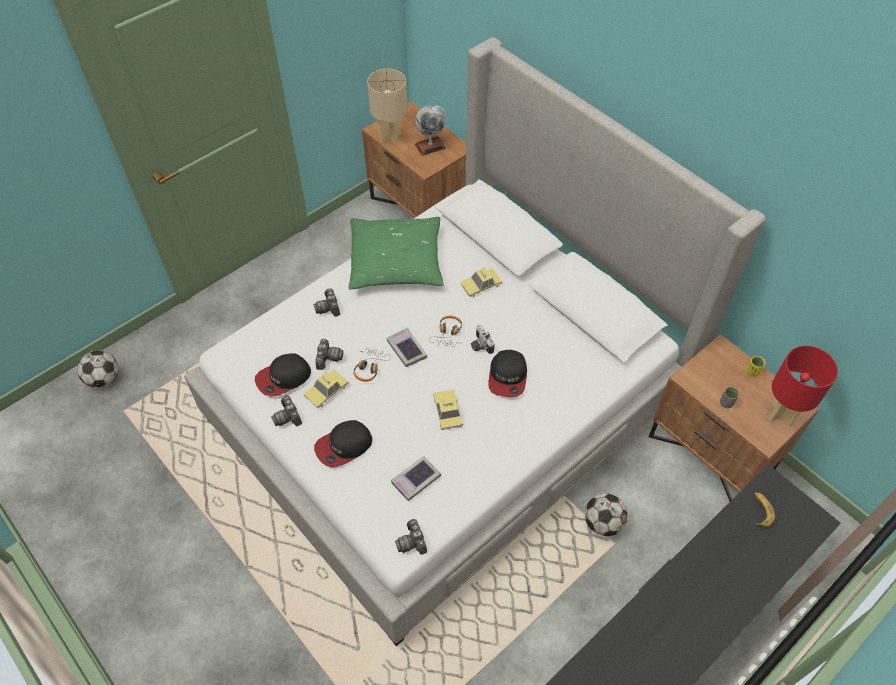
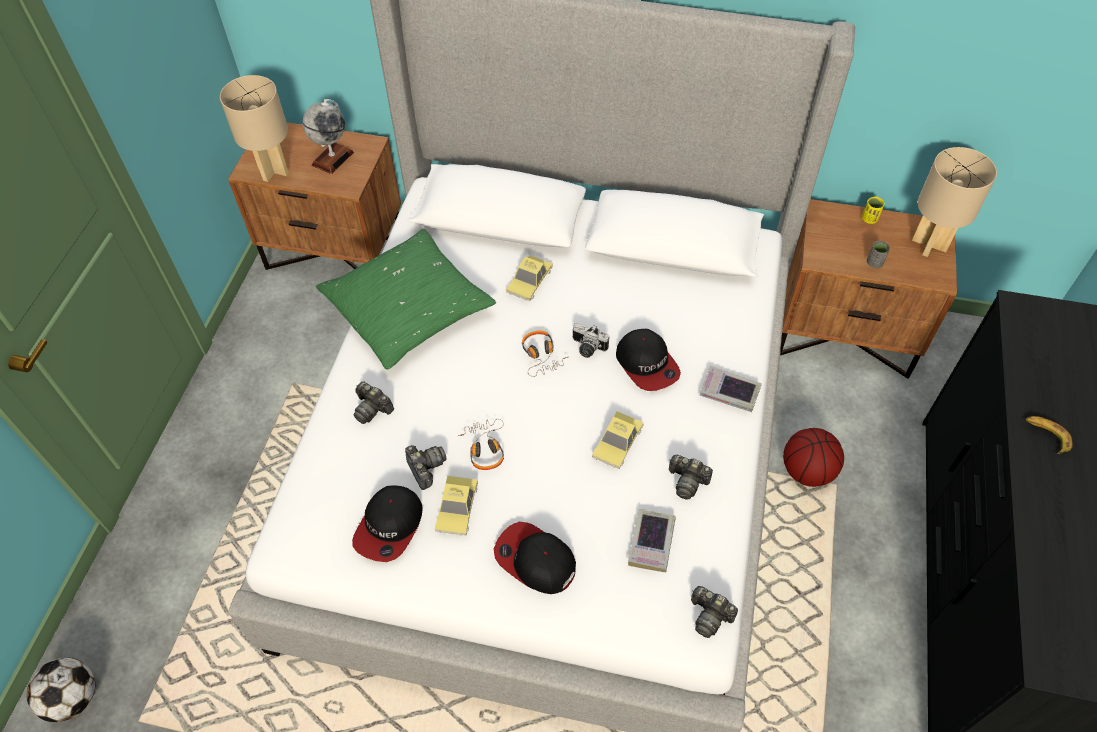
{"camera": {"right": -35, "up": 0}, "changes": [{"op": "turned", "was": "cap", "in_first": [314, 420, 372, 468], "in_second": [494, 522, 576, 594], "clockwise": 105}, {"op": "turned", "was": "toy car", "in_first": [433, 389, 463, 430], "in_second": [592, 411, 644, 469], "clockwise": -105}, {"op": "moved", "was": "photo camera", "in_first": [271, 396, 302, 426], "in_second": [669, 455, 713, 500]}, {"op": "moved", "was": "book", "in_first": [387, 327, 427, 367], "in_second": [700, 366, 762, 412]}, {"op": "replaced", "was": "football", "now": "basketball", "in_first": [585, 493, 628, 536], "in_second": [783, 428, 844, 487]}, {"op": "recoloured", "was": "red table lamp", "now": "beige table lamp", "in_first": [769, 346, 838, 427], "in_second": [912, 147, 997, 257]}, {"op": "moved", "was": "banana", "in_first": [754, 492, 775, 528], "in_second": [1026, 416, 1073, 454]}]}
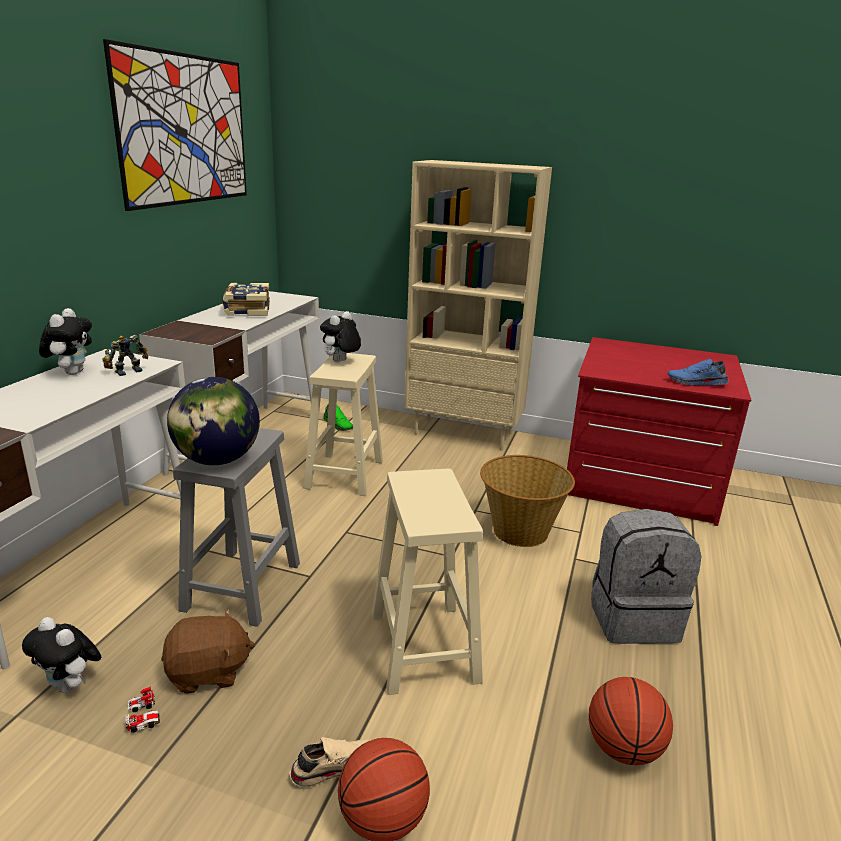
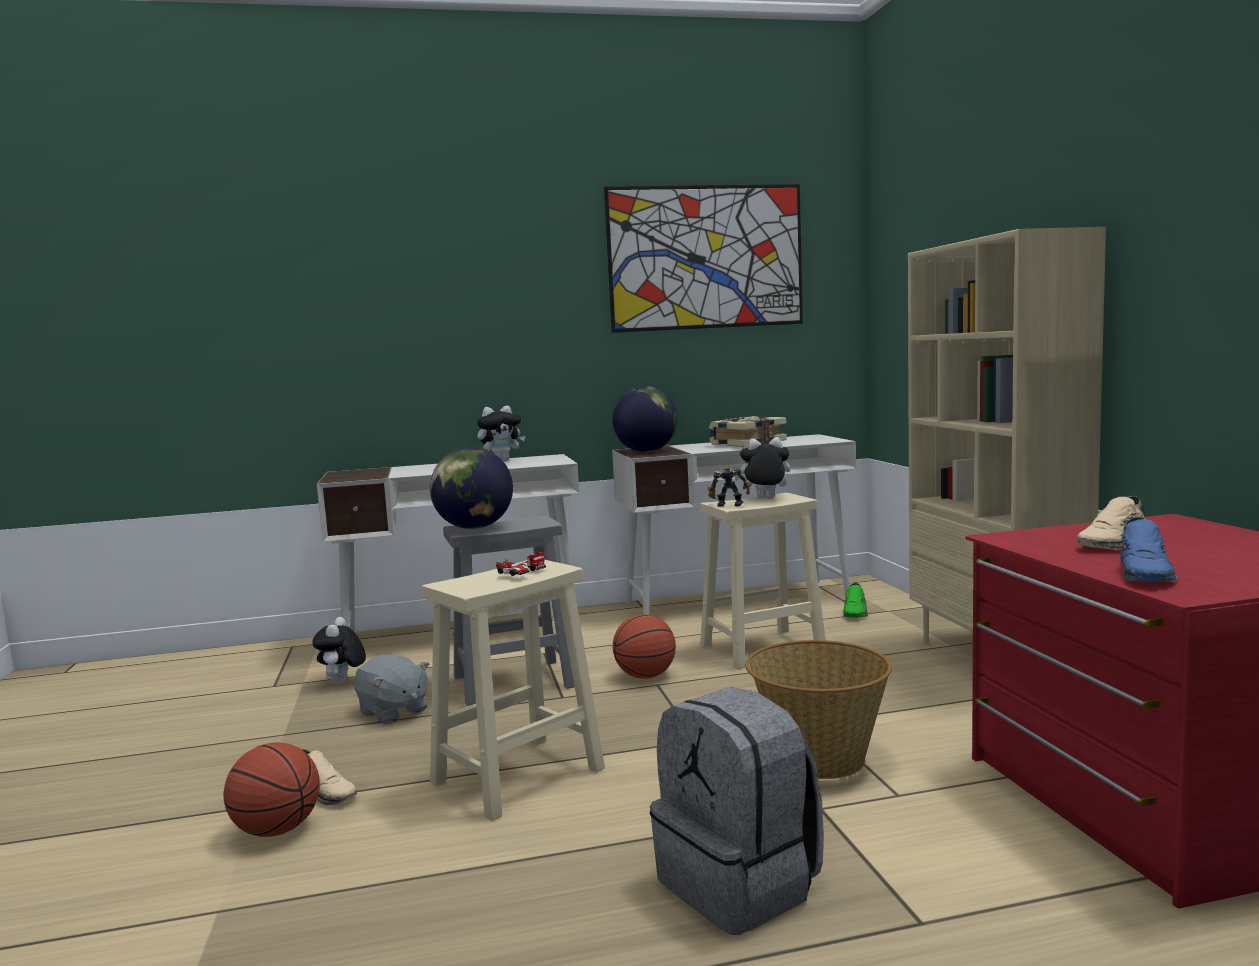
{"camera": {"right": 60, "up": -15}, "changes": [{"op": "recoloured", "was": "brown plush toy", "now": "grey plush toy", "in_first": [161, 608, 255, 694], "in_second": [354, 655, 429, 724]}, {"op": "moved", "was": "toy car", "in_first": [126, 686, 160, 733], "in_second": [496, 552, 546, 576]}, {"op": "added", "now": "globe", "in_second": [612, 386, 678, 452]}, {"op": "moved", "was": "basketball", "in_first": [589, 677, 673, 765], "in_second": [613, 614, 676, 679]}, {"op": "moved", "was": "toy robot", "in_first": [102, 335, 148, 376], "in_second": [707, 467, 750, 507]}, {"op": "added", "now": "beige shoe", "in_second": [1077, 496, 1146, 550]}, {"op": "turned", "was": "blue shoe", "in_first": [668, 359, 729, 386], "in_second": [1120, 517, 1178, 582], "clockwise": -135}]}
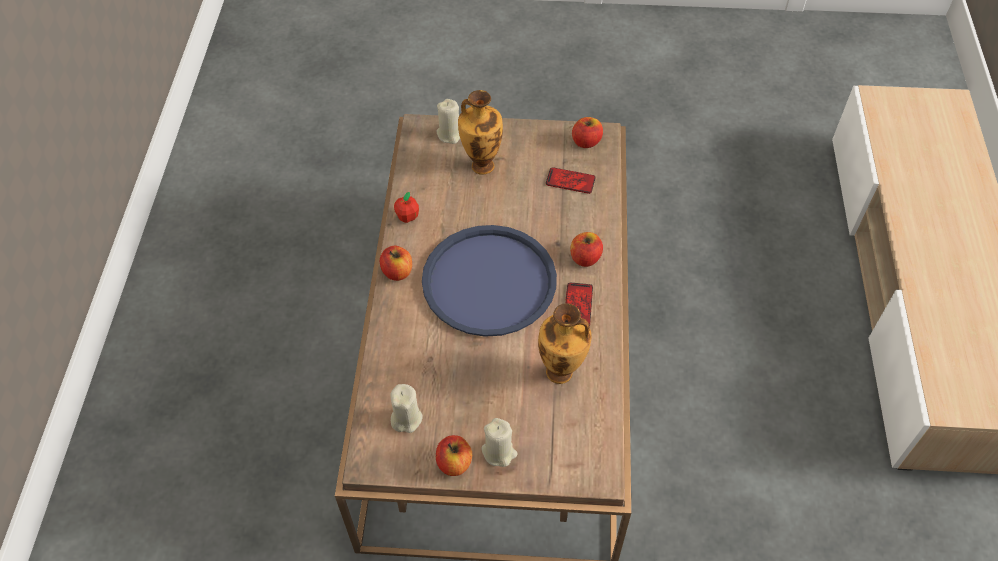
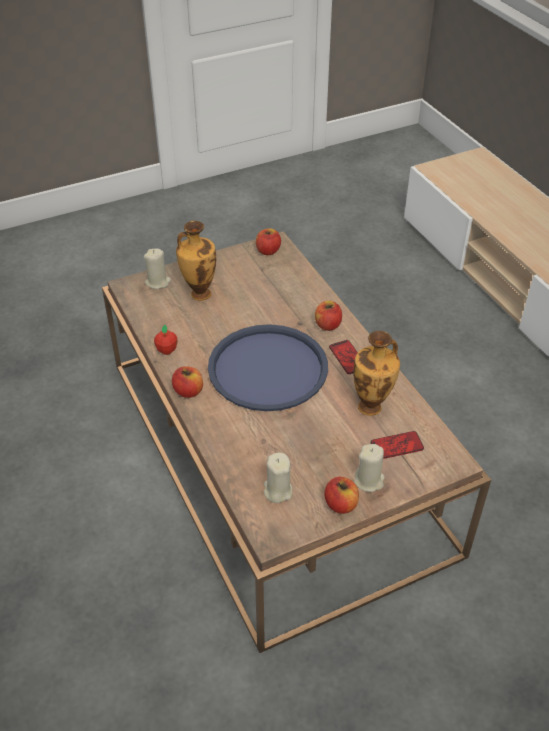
{"camera": {"right": -30, "up": -10}, "changes": [{"op": "moved", "was": "phone", "in_first": [546, 167, 596, 194], "in_second": [371, 431, 424, 459]}]}
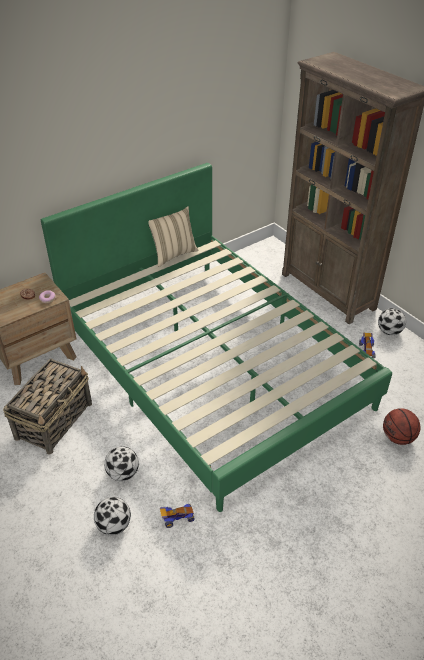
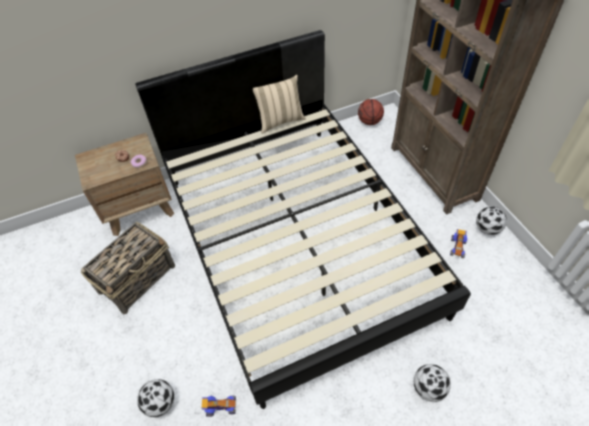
{"camera": {"right": 15, "up": 10}, "changes": [{"op": "recoloured", "was": "green bed", "now": "black bed", "in_first": [41, 163, 392, 512], "in_second": [135, 30, 471, 409]}, {"op": "moved", "was": "basketball", "in_first": [383, 408, 421, 445], "in_second": [358, 99, 384, 125]}, {"op": "moved", "was": "football", "in_first": [104, 446, 139, 481], "in_second": [414, 364, 451, 402]}]}
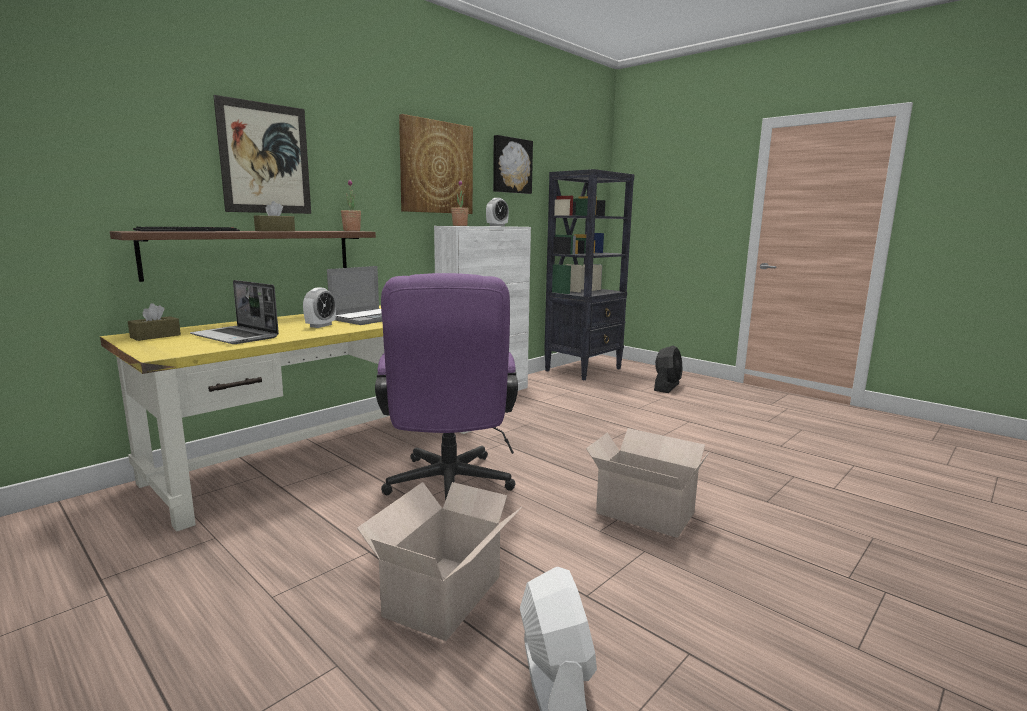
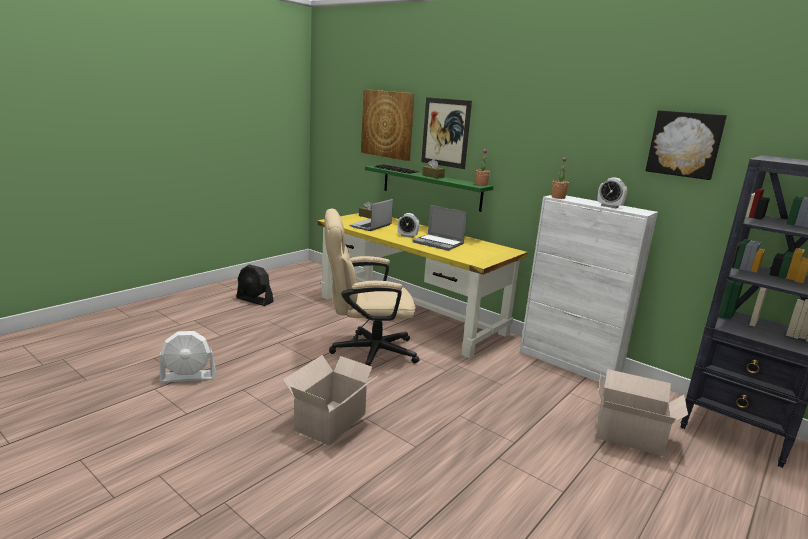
{"camera": {"right": 85, "up": 5}, "changes": [{"op": "moved", "was": "black fan", "in_first": [654, 345, 683, 393], "in_second": [236, 264, 274, 306]}, {"op": "recoloured", "was": "purple office chair", "now": "beige office chair", "in_first": [375, 273, 518, 501], "in_second": [325, 208, 420, 366]}, {"op": "moved", "was": "picture", "in_first": [399, 114, 473, 214], "in_second": [361, 89, 415, 161]}, {"op": "recoloured", "was": "brown shelf", "now": "green shelf", "in_first": [110, 231, 376, 282], "in_second": [365, 166, 493, 212]}, {"op": "moved", "was": "cardboard box", "in_first": [357, 482, 522, 641], "in_second": [596, 369, 688, 456]}]}
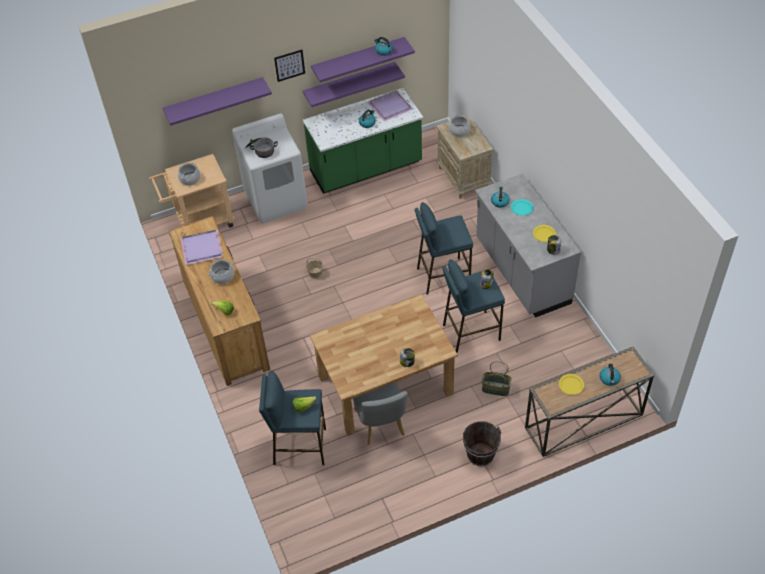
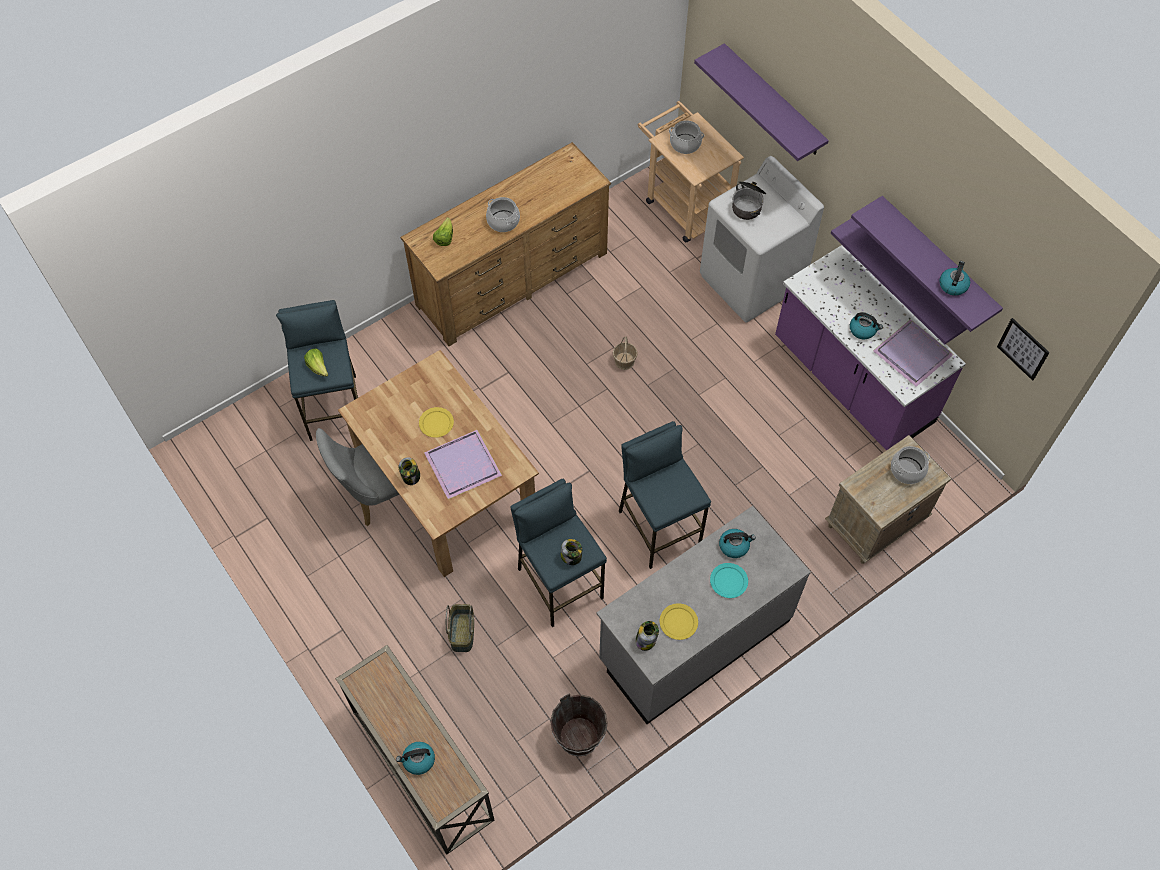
{"camera": {"right": 75, "up": 10}, "changes": [{"op": "moved", "was": "yellow plate", "in_first": [559, 374, 584, 395], "in_second": [419, 407, 454, 438]}, {"op": "moved", "was": "purple tray", "in_first": [180, 230, 224, 265], "in_second": [424, 430, 502, 499]}, {"op": "moved", "was": "brown bucket", "in_first": [463, 421, 501, 466], "in_second": [550, 693, 608, 757]}, {"op": "recoloured", "was": "green counter", "now": "purple counter", "in_first": [303, 88, 423, 194], "in_second": [775, 245, 966, 450]}, {"op": "moved", "was": "picture", "in_first": [274, 50, 305, 82], "in_second": [997, 318, 1050, 381]}]}
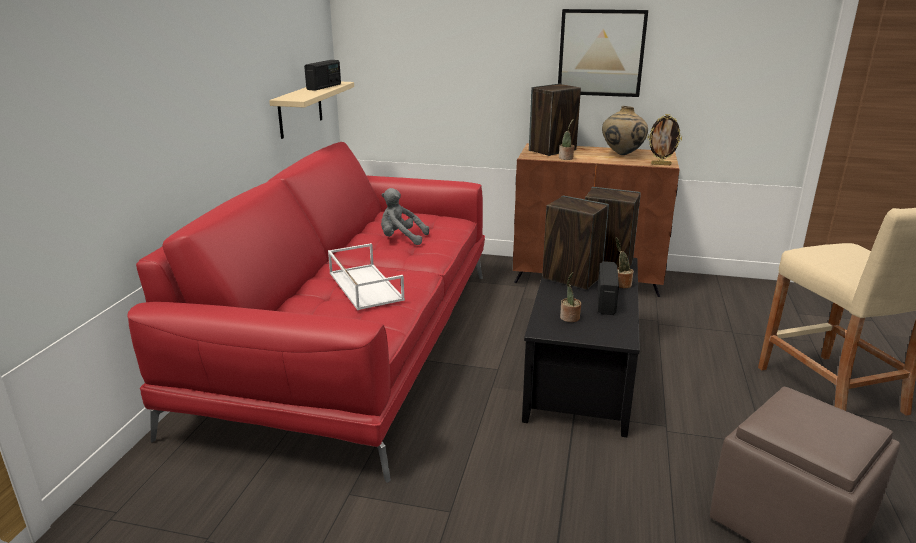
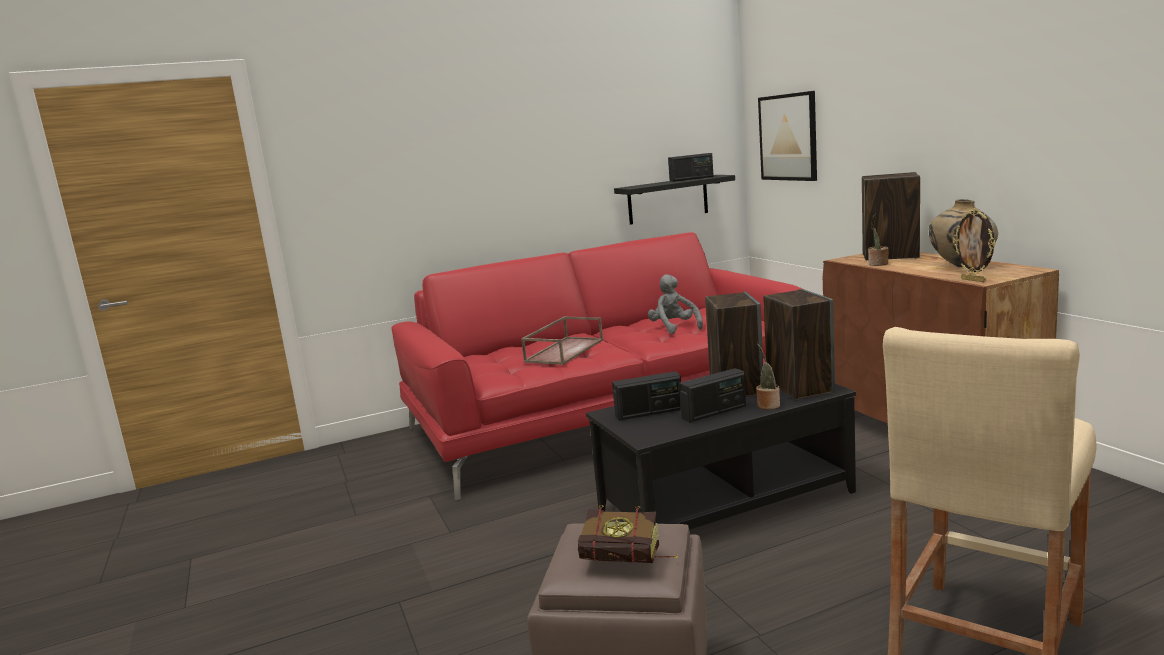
{"camera": {"right": 55, "up": -10}, "changes": [{"op": "recoloured", "was": "white tray", "now": "brown tray", "in_first": [328, 243, 405, 310], "in_second": [521, 316, 603, 365]}, {"op": "added", "now": "book", "in_second": [578, 505, 678, 563]}, {"op": "replaced", "was": "potted plant", "now": "radio", "in_first": [560, 272, 581, 322], "in_second": [612, 371, 681, 420]}, {"op": "recoloured", "was": "beige shelf", "now": "black shelf", "in_first": [269, 82, 354, 139], "in_second": [614, 175, 735, 225]}, {"op": "moved", "was": "picture", "in_first": [558, 9, 648, 97], "in_second": [758, 91, 817, 181]}]}
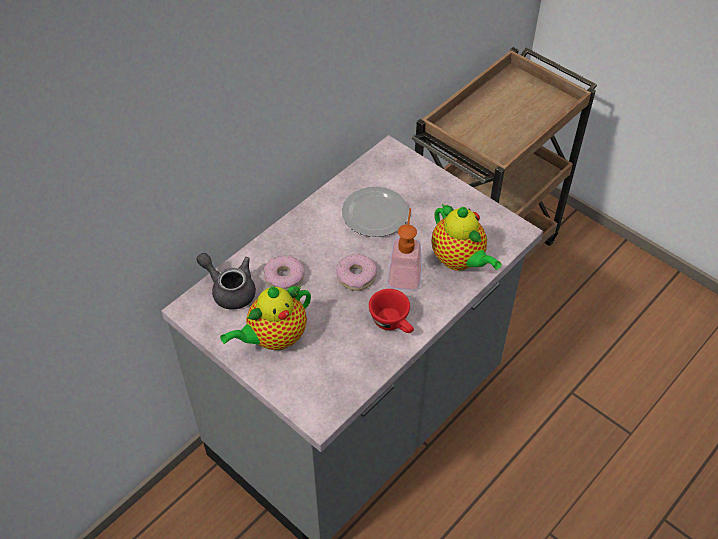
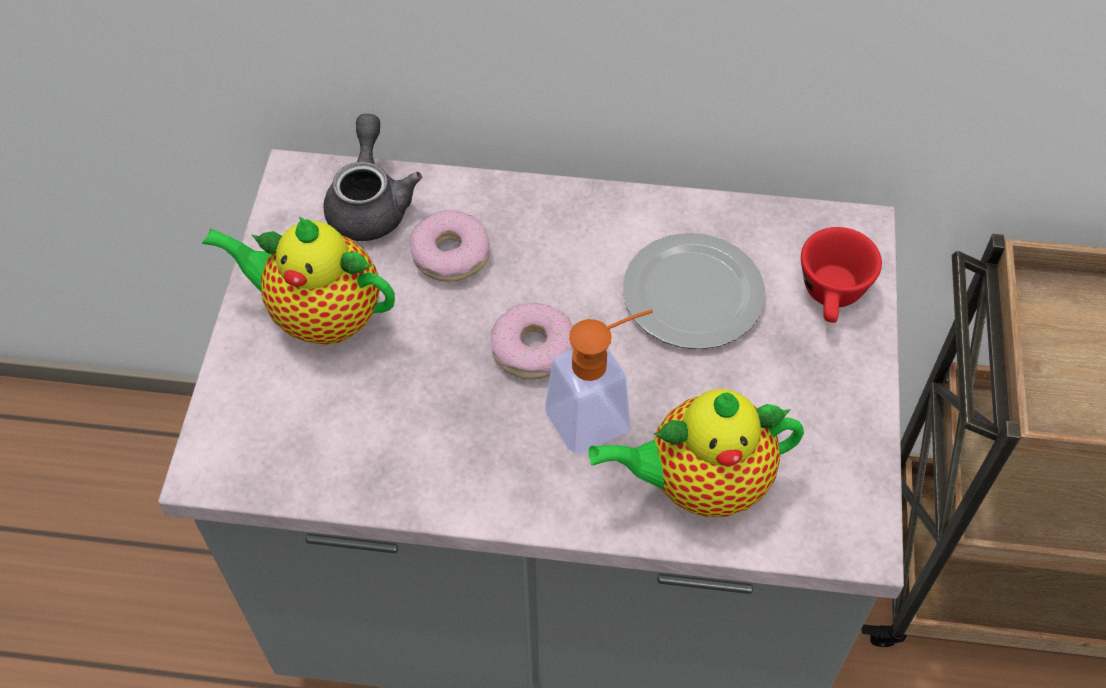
{"camera": {"right": 55, "up": 5}, "changes": [{"op": "turned", "was": "teapot", "in_first": [431, 204, 502, 271], "in_second": [588, 389, 804, 517], "clockwise": 60}, {"op": "moved", "was": "red cup", "in_first": [369, 289, 414, 333], "in_second": [801, 227, 882, 323]}]}
